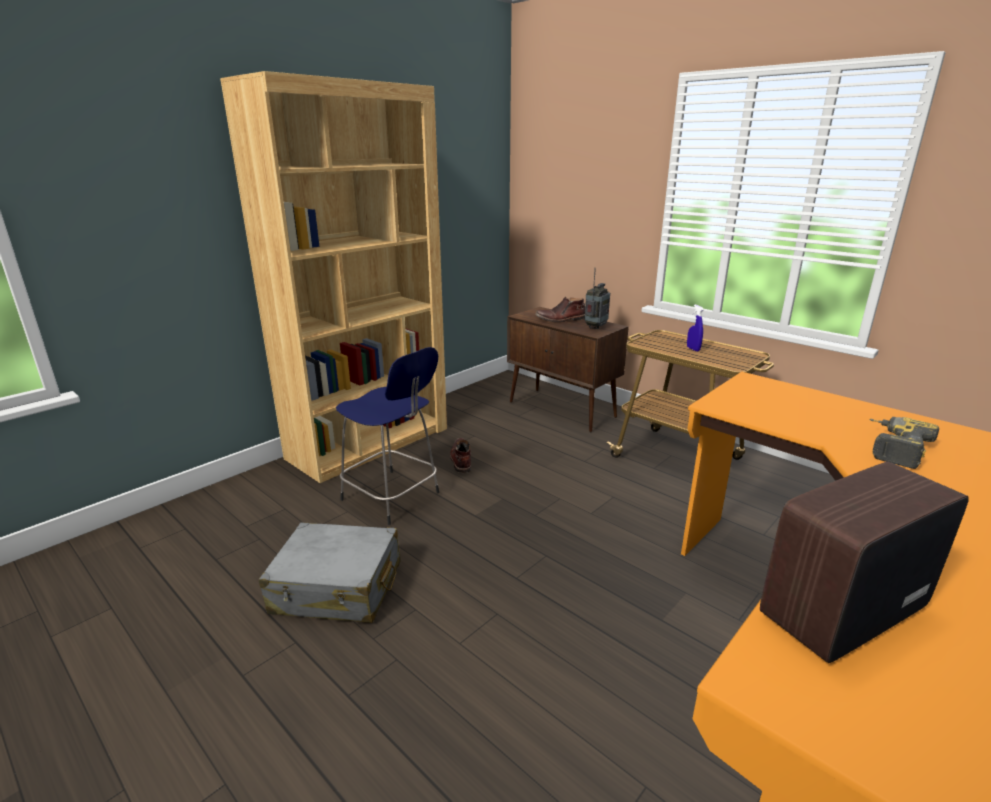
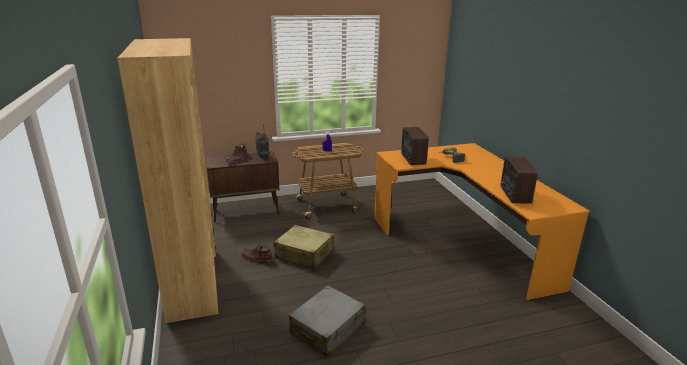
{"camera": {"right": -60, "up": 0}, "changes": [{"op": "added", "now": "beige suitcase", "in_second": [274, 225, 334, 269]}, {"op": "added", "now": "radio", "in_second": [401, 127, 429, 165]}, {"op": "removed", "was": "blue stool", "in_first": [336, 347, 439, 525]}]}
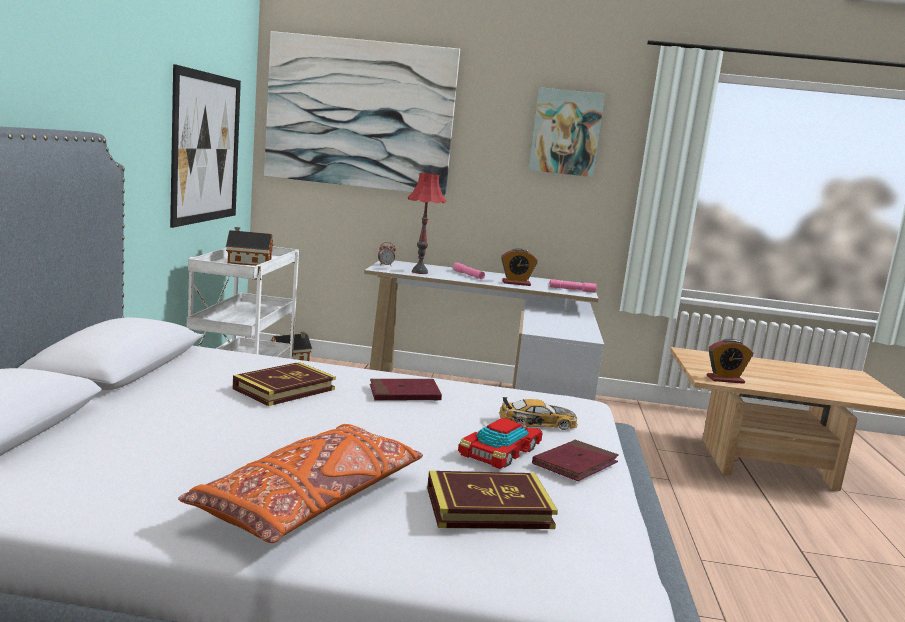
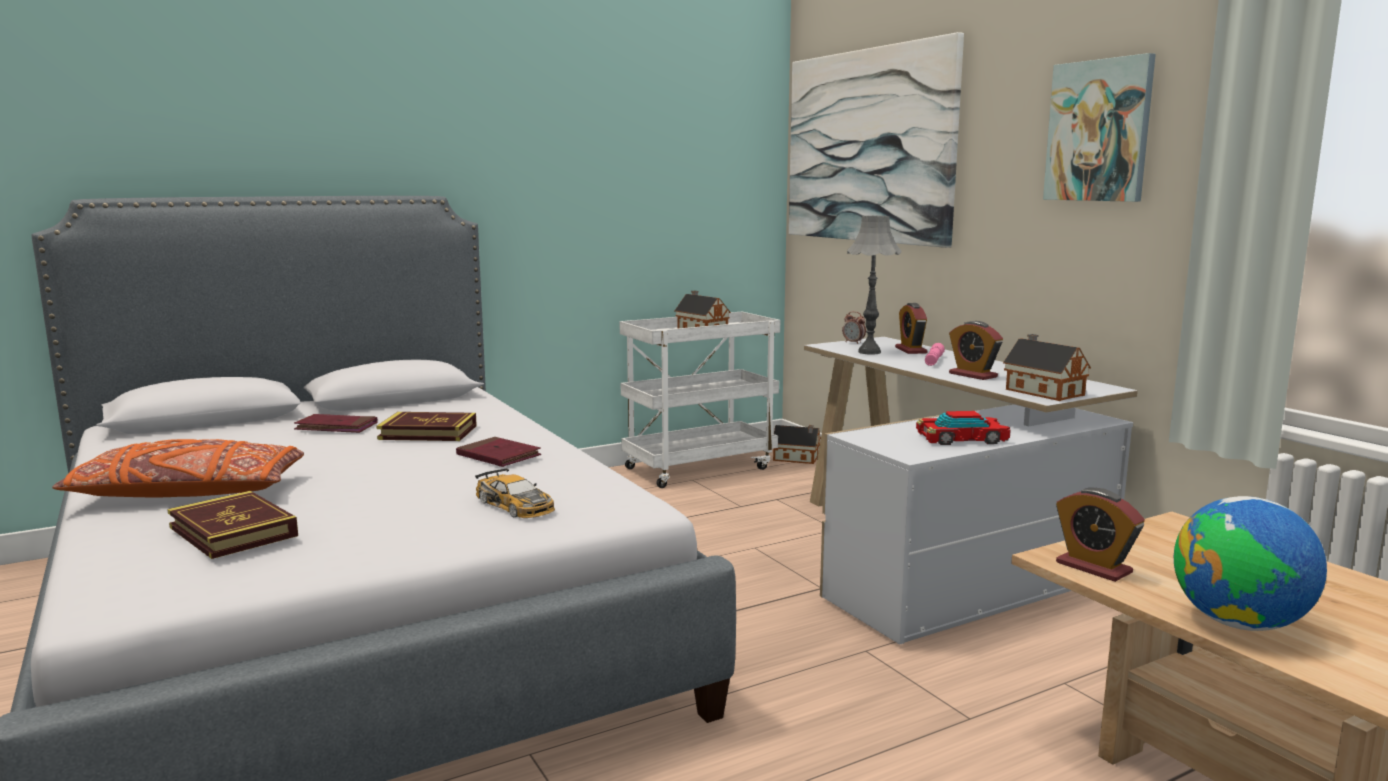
{"camera": {"right": 55, "up": 0}, "changes": [{"op": "moved", "was": "red book", "in_first": [532, 440, 619, 481], "in_second": [294, 414, 377, 433]}, {"op": "recoloured", "was": "red table lamp", "now": "grey table lamp", "in_first": [408, 173, 446, 274], "in_second": [847, 216, 902, 355]}, {"op": "added", "now": "alarm clock", "in_second": [895, 303, 928, 354]}, {"op": "moved", "was": "toy car", "in_first": [458, 418, 543, 469], "in_second": [916, 411, 1011, 445]}, {"op": "replaced", "was": "pink flashlight", "now": "toy house", "in_first": [549, 280, 597, 293], "in_second": [1003, 334, 1091, 401]}, {"op": "added", "now": "globe", "in_second": [1174, 496, 1327, 631]}, {"op": "removed", "was": "picture", "in_first": [170, 64, 241, 228]}]}
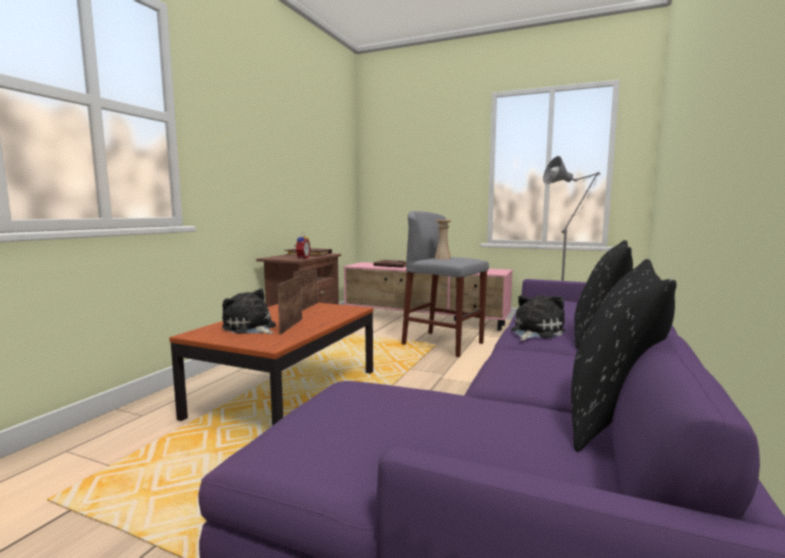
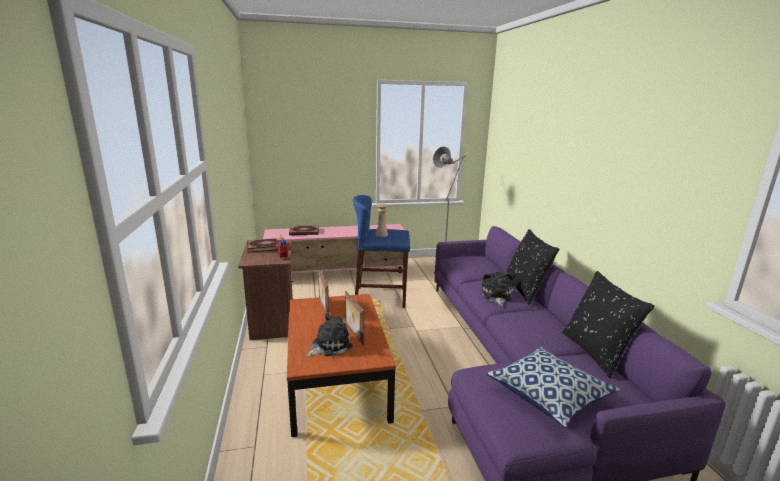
{"camera": {"right": -35, "up": 10}, "changes": [{"op": "turned", "was": "plush toy", "in_first": [222, 288, 276, 334], "in_second": [306, 314, 353, 357], "clockwise": 135}, {"op": "recoloured", "was": "grey stool", "now": "blue stool", "in_first": [402, 211, 489, 357], "in_second": [353, 195, 410, 308]}, {"op": "added", "now": "pillow", "in_second": [487, 346, 620, 428]}]}
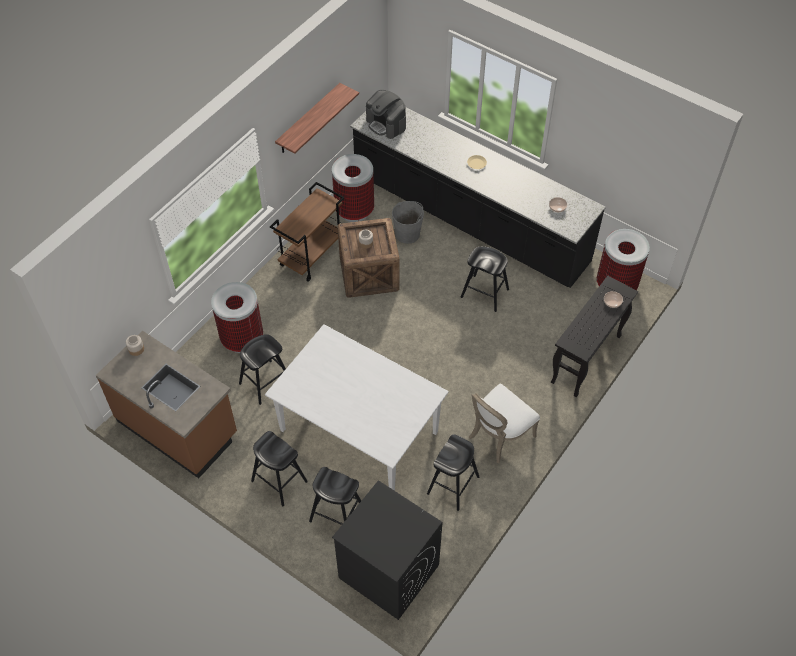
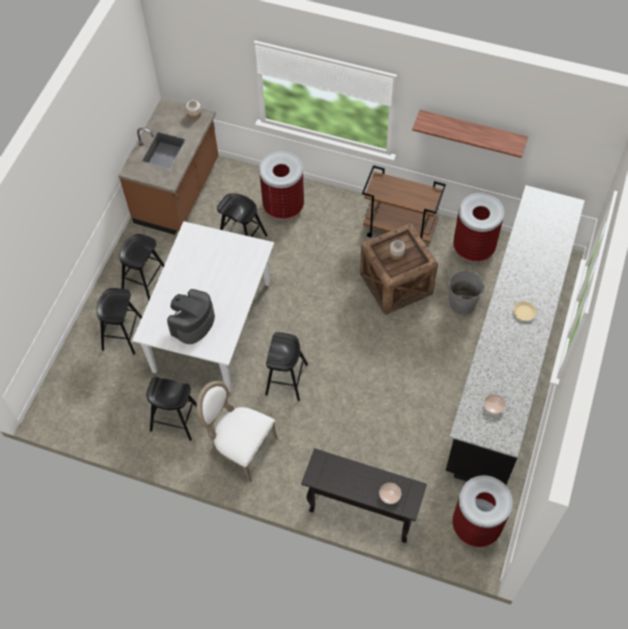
{"camera": {"right": 75, "up": 5}, "changes": [{"op": "moved", "was": "coffee machine", "in_first": [366, 90, 406, 139], "in_second": [167, 289, 215, 344]}, {"op": "moved", "was": "black stool", "in_first": [461, 247, 509, 312], "in_second": [265, 332, 308, 401]}, {"op": "removed", "was": "black washing machine", "in_first": [332, 480, 443, 620]}]}
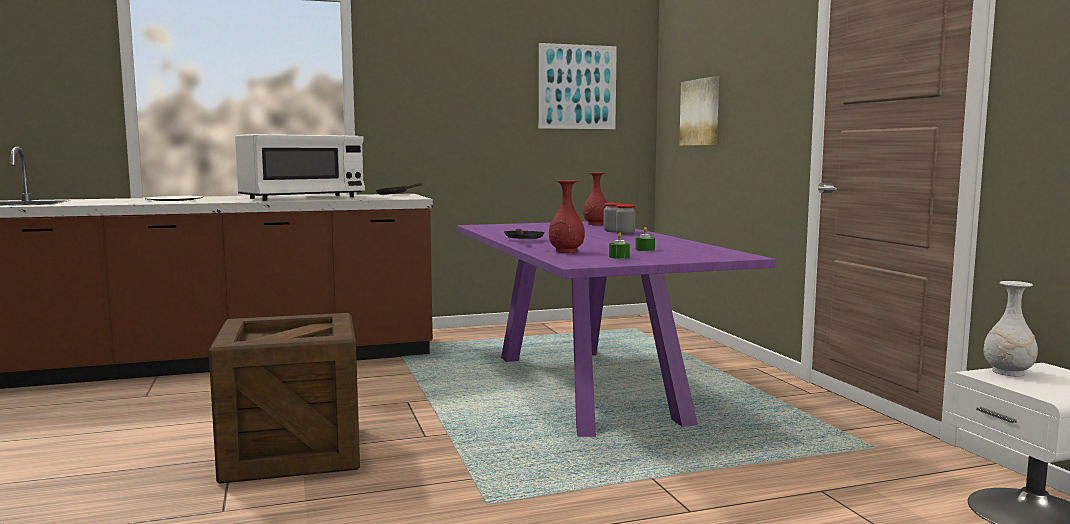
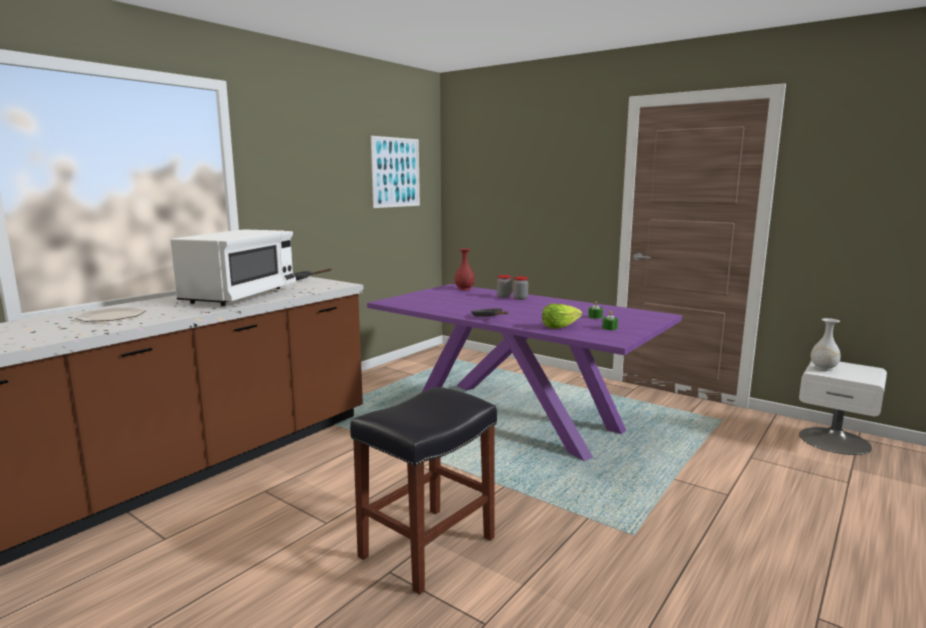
{"camera": {"right": -35, "up": 5}, "changes": [{"op": "replaced", "was": "crate", "now": "black stool", "in_first": [209, 313, 360, 484], "in_second": [350, 387, 497, 595]}, {"op": "replaced", "was": "red vase", "now": "lettuce", "in_first": [549, 180, 585, 253], "in_second": [542, 304, 583, 329]}, {"op": "removed", "was": "picture", "in_first": [679, 76, 719, 145]}]}
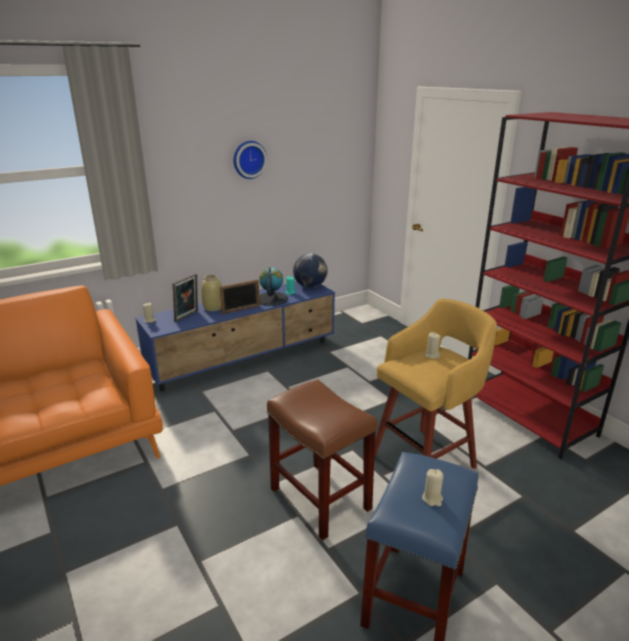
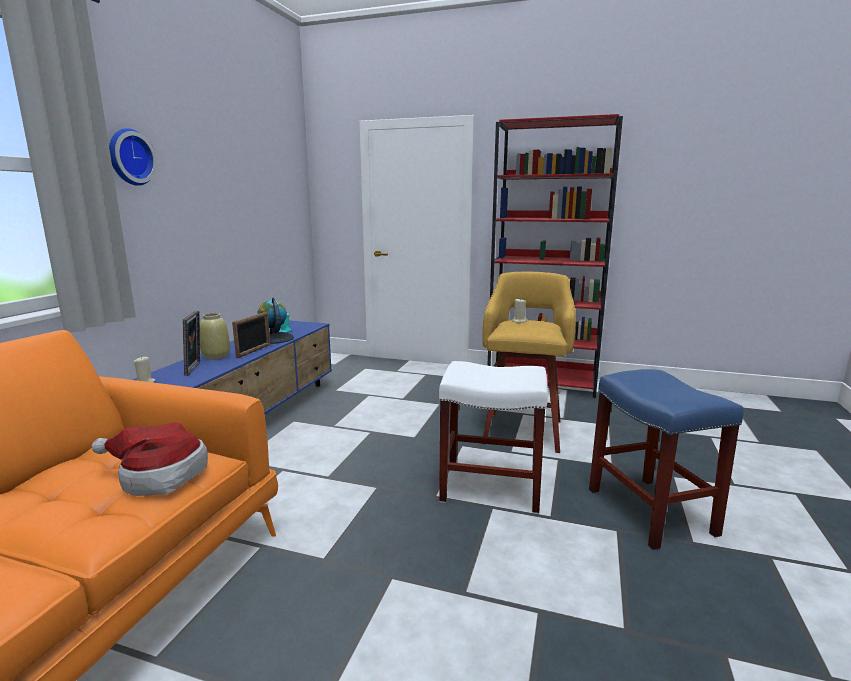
{"camera": {"right": -40, "up": -10}, "changes": [{"op": "added", "now": "hat", "in_second": [92, 422, 208, 496]}, {"op": "moved", "was": "wall clock", "in_first": [233, 141, 267, 179], "in_second": [109, 128, 157, 186]}, {"op": "recoloured", "was": "brown stool", "now": "white stool", "in_first": [267, 380, 377, 541], "in_second": [439, 361, 548, 514]}, {"op": "removed", "was": "globe", "in_first": [293, 253, 328, 288]}, {"op": "removed", "was": "beige candle", "in_first": [422, 469, 444, 506]}]}
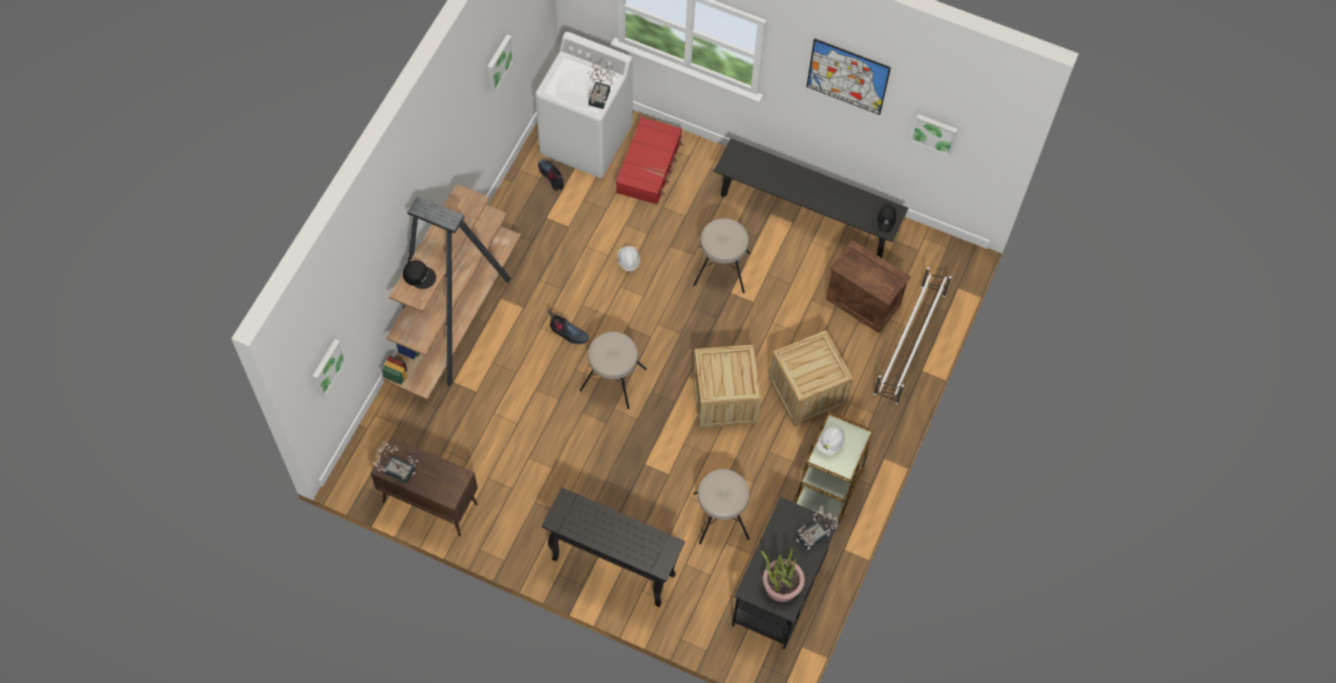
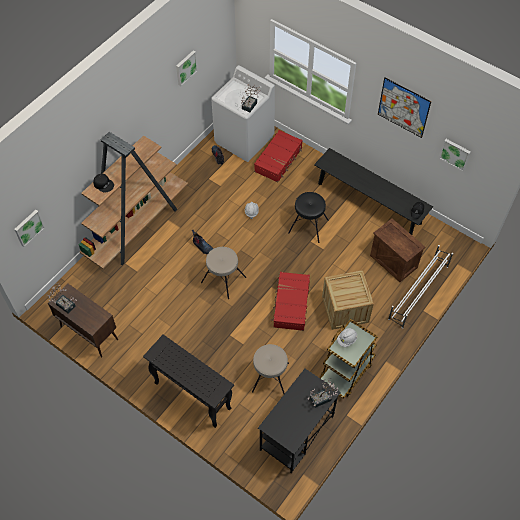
{"camera": {"right": 15, "up": -5}, "changes": [{"op": "replaced", "was": "crate", "now": "red suitcase", "in_first": [693, 345, 762, 428], "in_second": [271, 272, 310, 331]}, {"op": "recoloured", "was": "beige stool", "now": "black stool", "in_first": [693, 218, 750, 293], "in_second": [288, 192, 329, 243]}, {"op": "removed", "was": "potted plant", "in_first": [761, 548, 805, 602]}]}
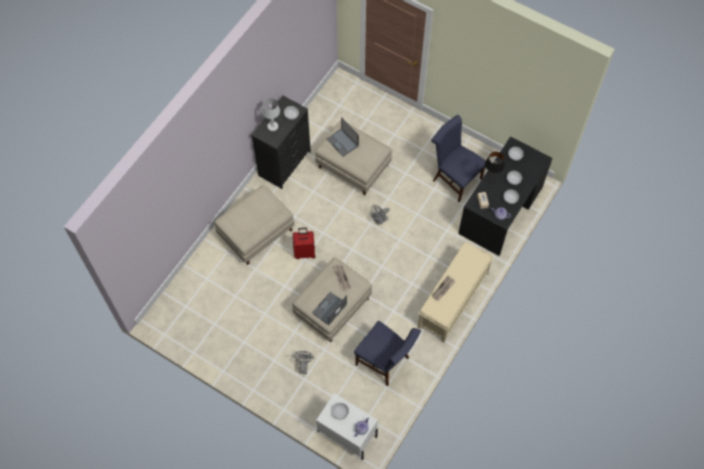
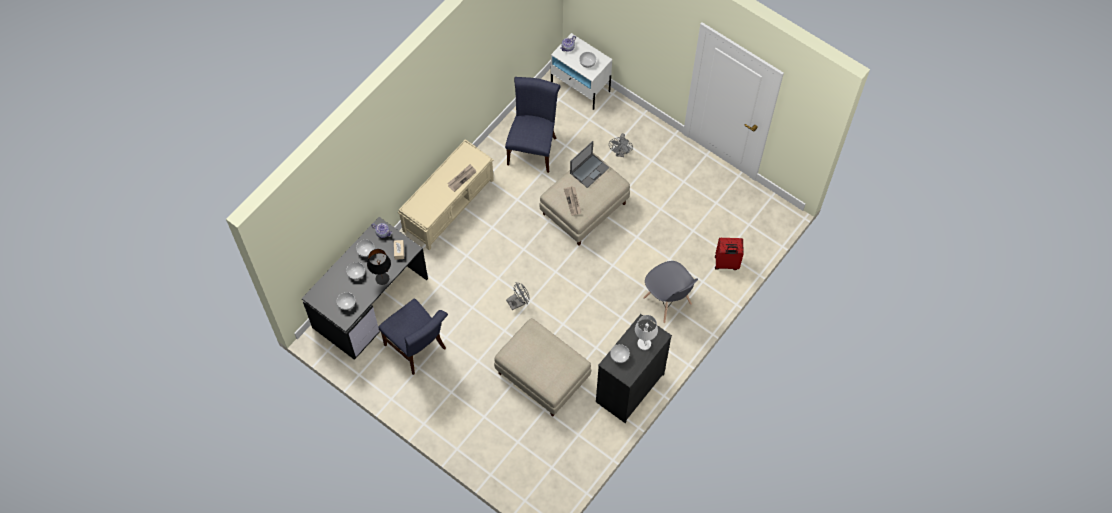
{"camera": {"right": -175, "up": 0}, "changes": [{"op": "turned", "was": "blue chair", "in_first": [354, 321, 421, 386], "in_second": [505, 77, 561, 173], "clockwise": 60}, {"op": "replaced", "was": "beige ottoman", "now": "grey chair", "in_first": [214, 185, 295, 265], "in_second": [643, 261, 698, 323]}, {"op": "moved", "was": "red suitcase", "in_first": [293, 228, 315, 259], "in_second": [715, 238, 744, 270]}, {"op": "removed", "was": "laptop", "in_first": [326, 117, 359, 157]}]}
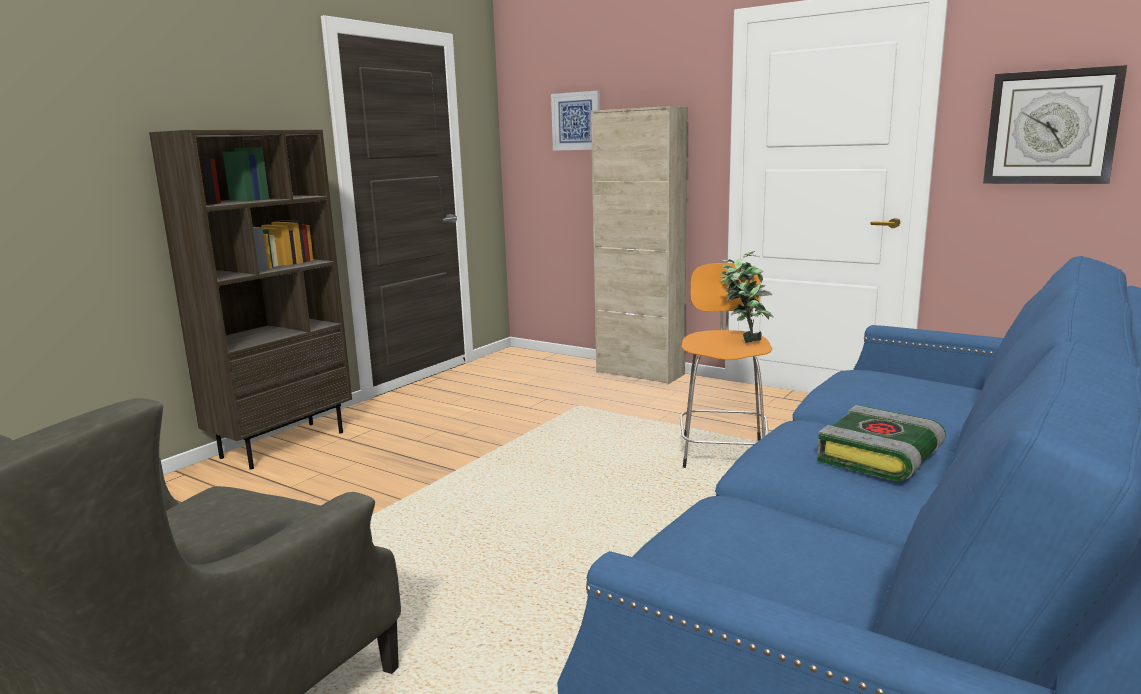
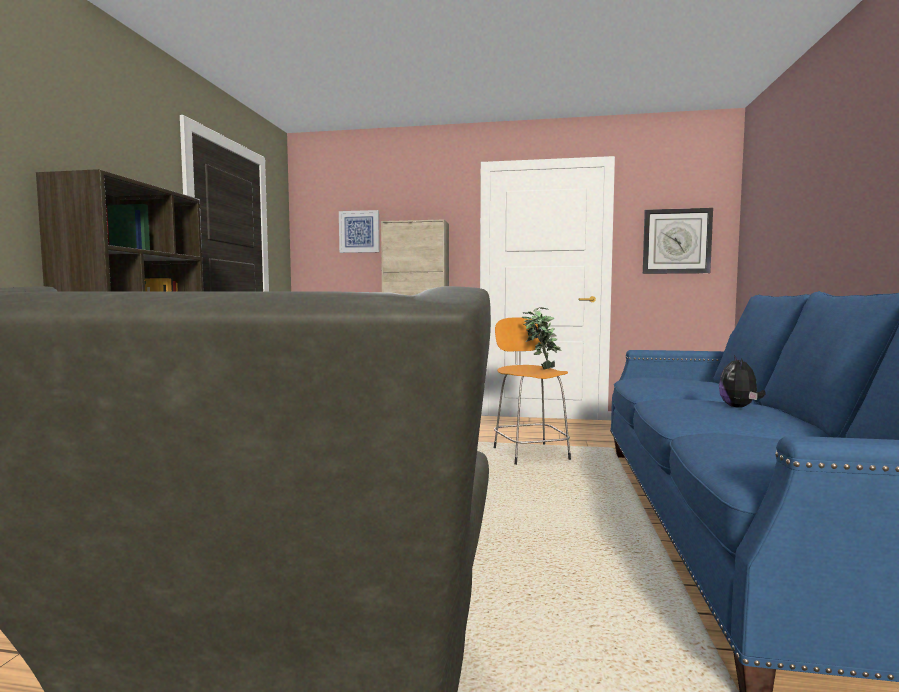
{"camera": {"right": -25, "up": -10}, "changes": [{"op": "replaced", "was": "book", "now": "plush toy", "in_first": [817, 405, 945, 481], "in_second": [719, 355, 766, 407]}]}
